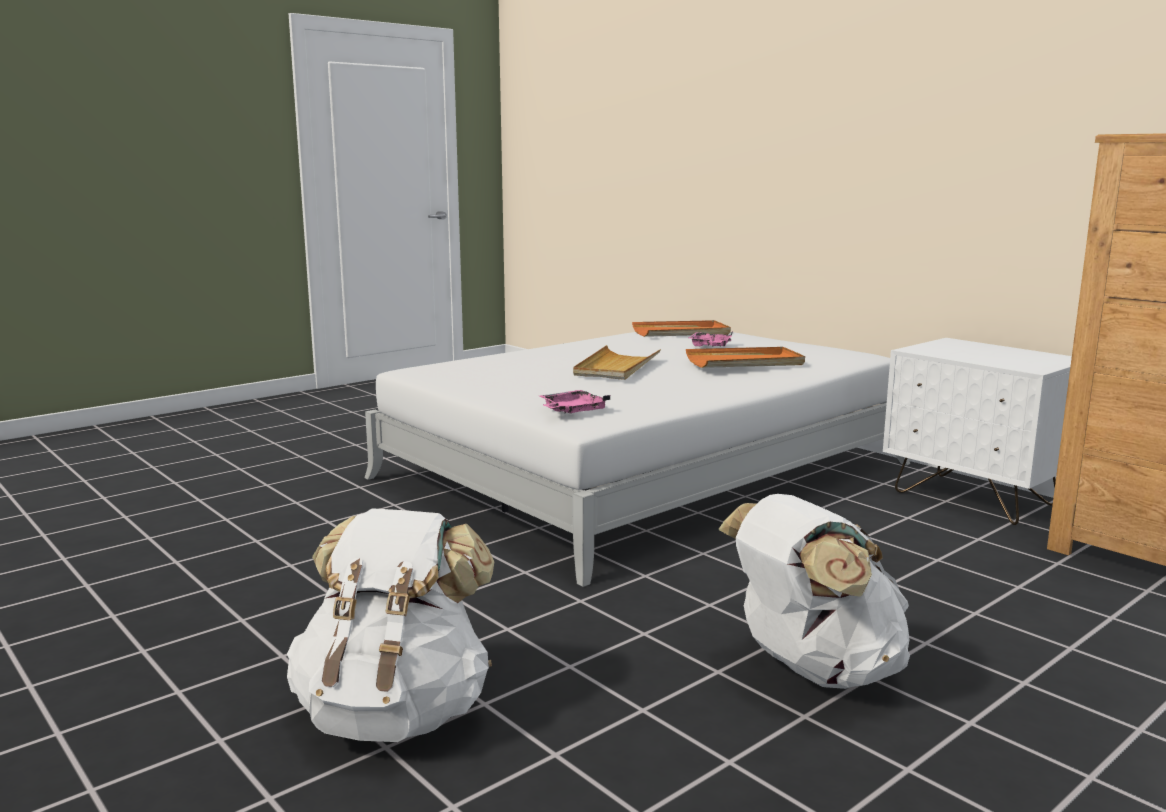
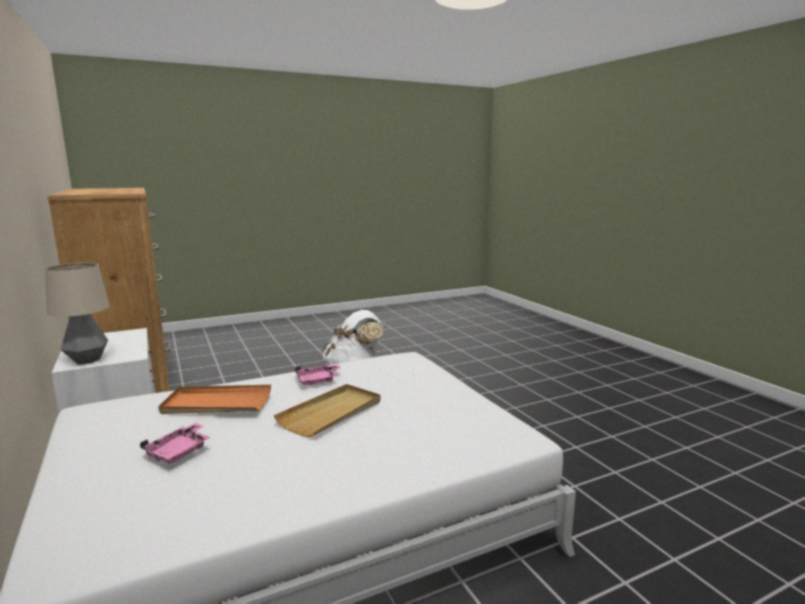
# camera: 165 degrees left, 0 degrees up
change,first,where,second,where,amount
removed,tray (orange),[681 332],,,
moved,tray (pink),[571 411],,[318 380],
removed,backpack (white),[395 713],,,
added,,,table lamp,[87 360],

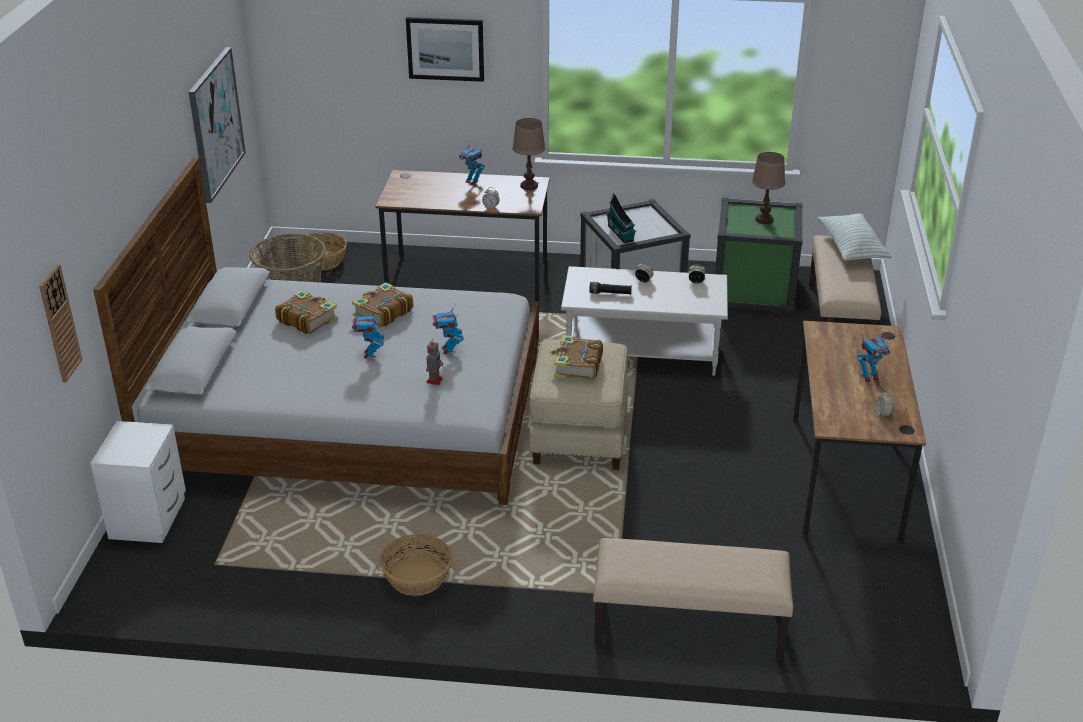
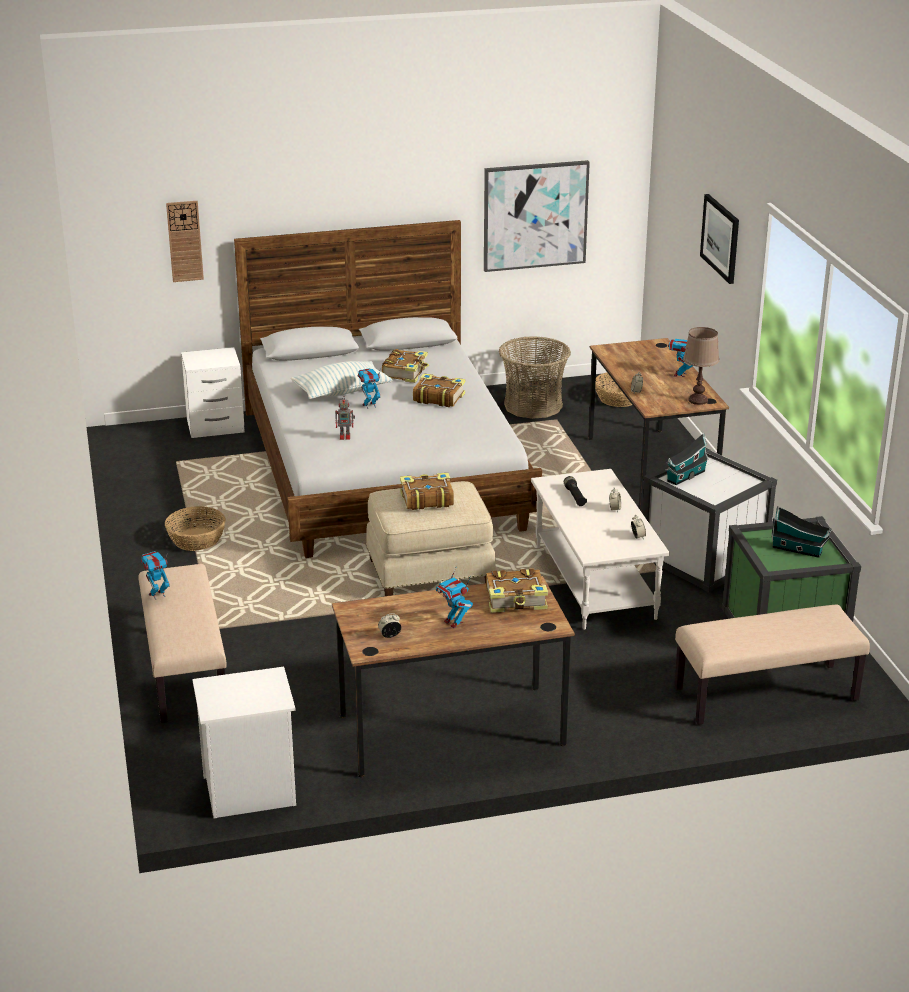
# camera: 70 degrees right, 5 degrees down
change,first,where,second,where,amount
replaced,table lamp (brown),[764 220],toy house,[799 550],
moved,pillow,[851 248],,[341 391],
moved,toy robot,[448 350],,[157 595],
added,,,book,[516 600],
added,,,nightstand (white),[249 792],

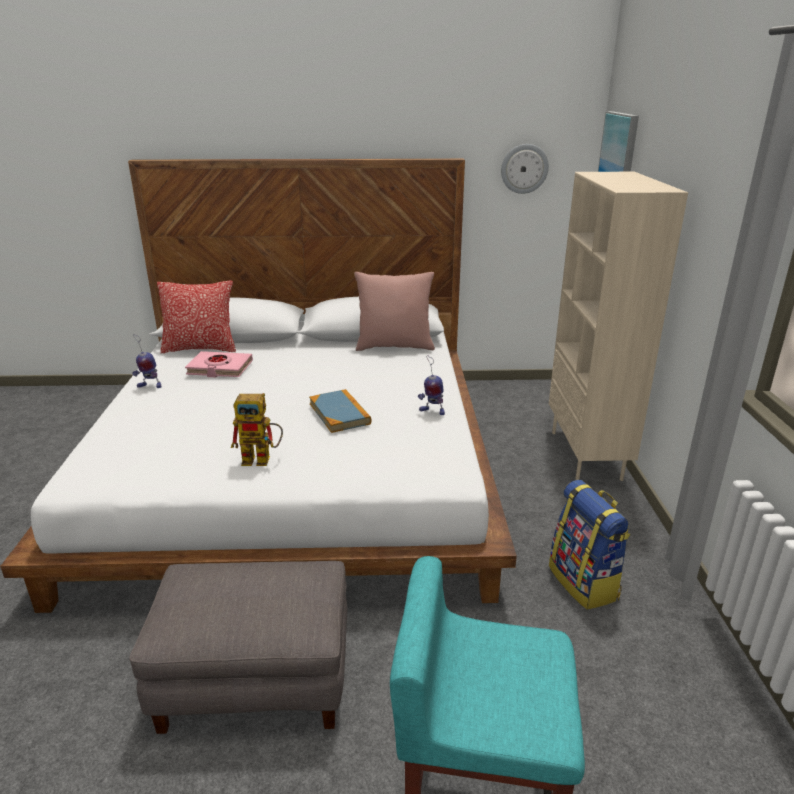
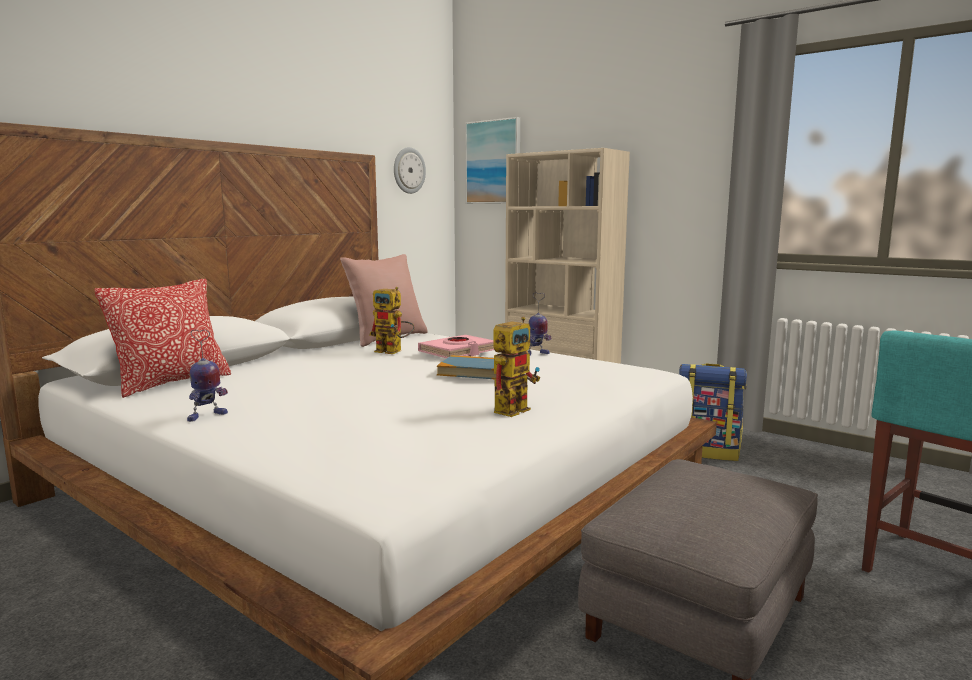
# camera: 50 degrees left, 15 degrees down
change,first,where,second,where,amount
moved,book (pink),[220 368],,[458 352],
added,,,toy robot,[394 351],

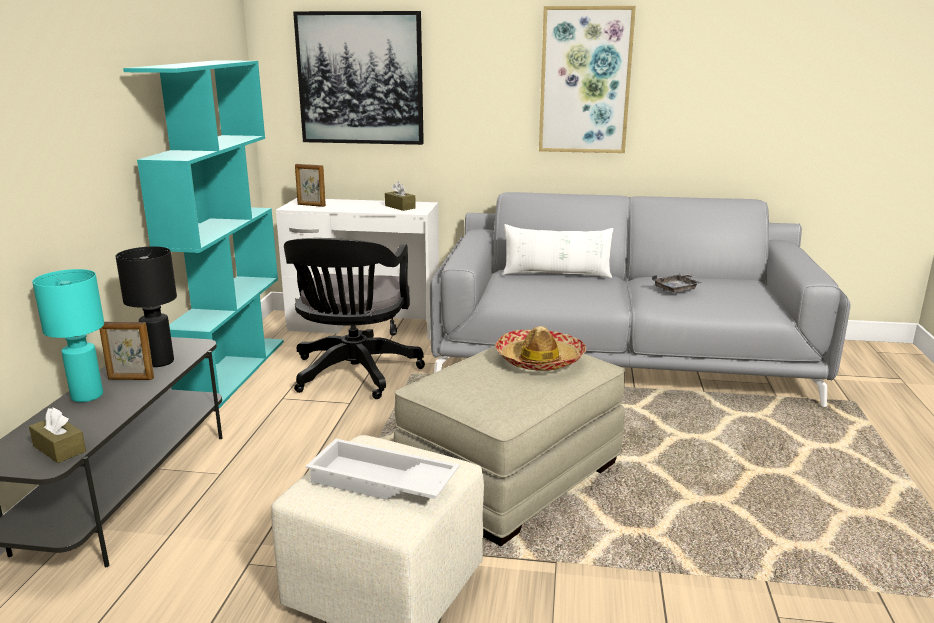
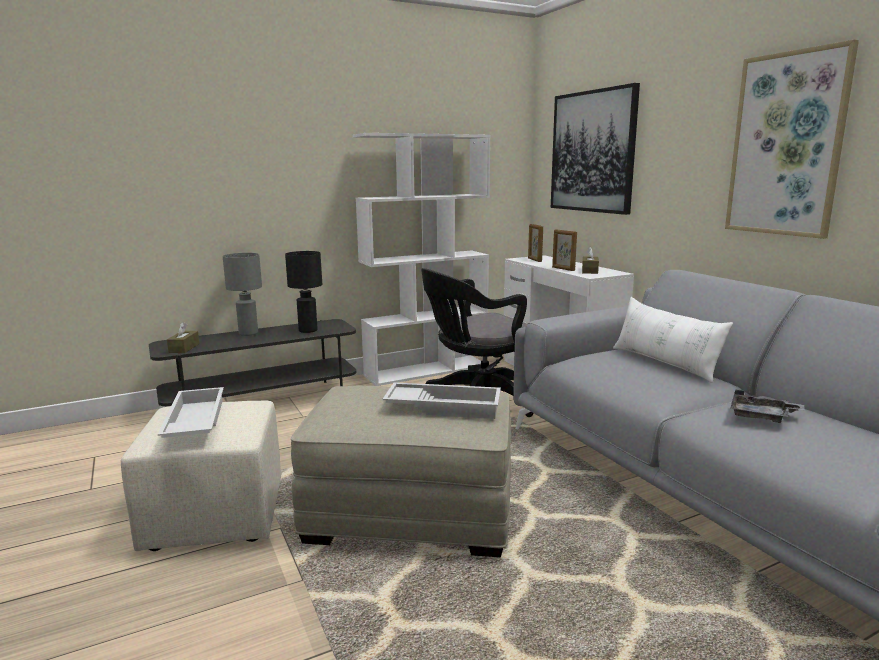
# camera: 55 degrees right, 5 degrees down
change,first,where,second,where,amount
recoloured,bookcase (turquoise),[233 370],bookcase (white),[427 370],
recoloured,table lamp (turquoise),[88 396],table lamp (grey),[248 333],
moved,picture frame,[131 379],,[563 269],
replaced,hat,[540 360],tray (white),[444 406],

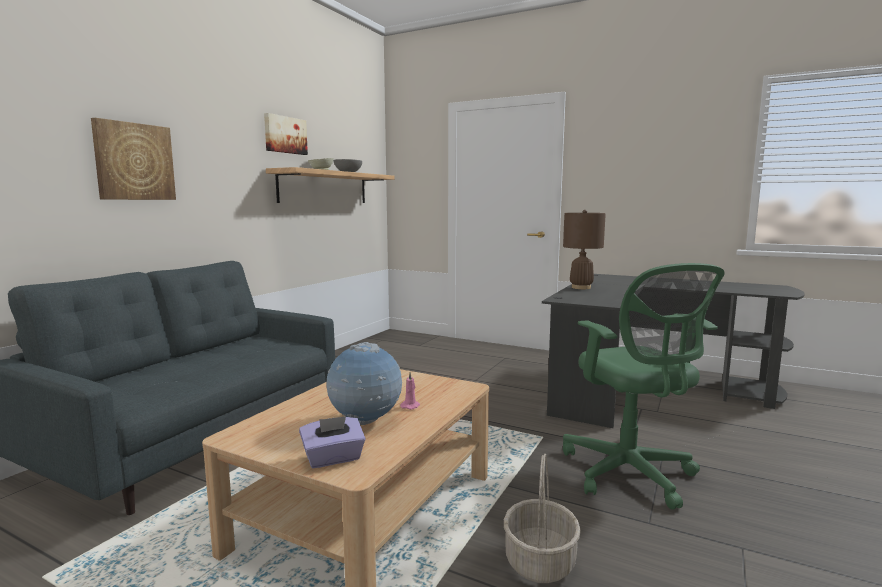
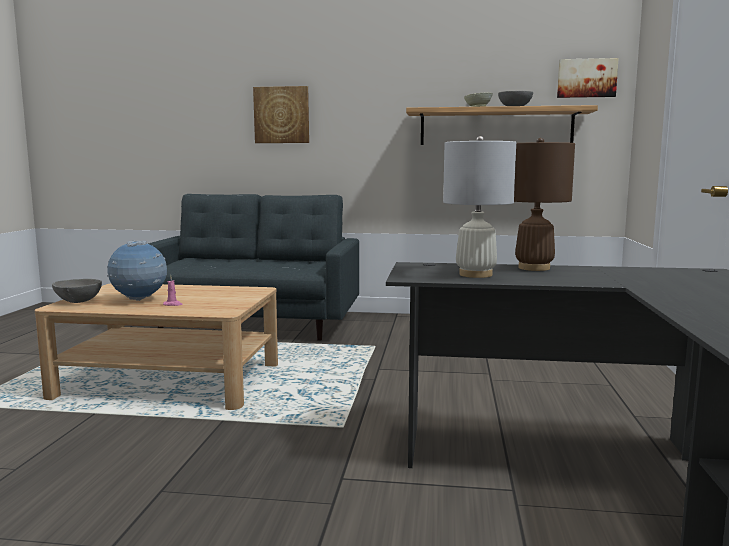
# camera: 70 degrees right, 0 degrees up
change,first,where,second,where,amount
moved,picture,[285 135],,[586 78],
removed,office chair (green),[631 474],,,
replaced,tissue box (purple),[333 458],bowl (grey),[79 302],
removed,basket,[540 562],,,
added,,,table lamp (white),[475 274],

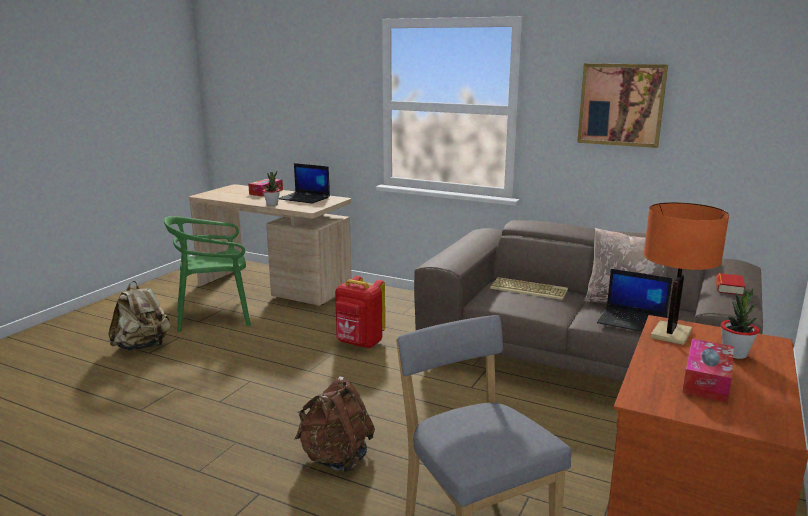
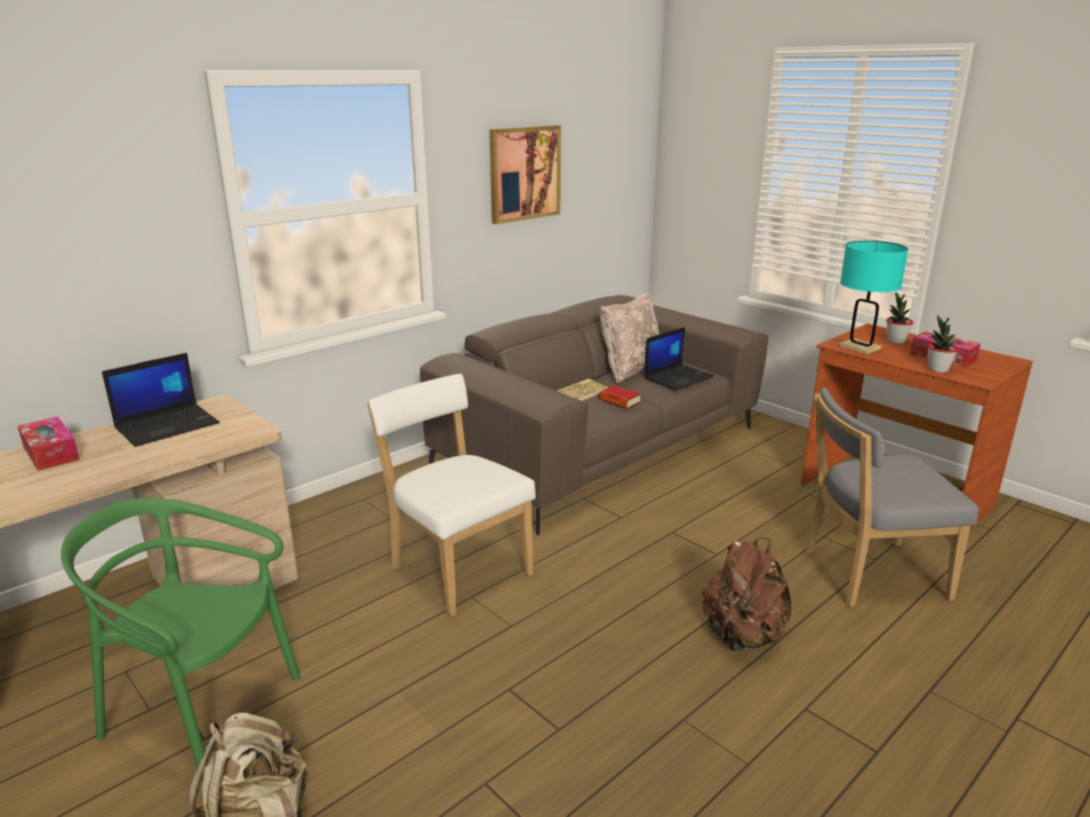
# camera: 70 degrees left, 5 degrees up
change,first,where,second,where,amount
moved,potted plant,[272 204],,[938 369],
recoloured,table lamp (orange),[671 334],table lamp (turquoise),[860 347],
turned,chair (green),[214 316],,[201 712],105 degrees clockwise
moved,book,[729 288],,[619 401],
replaced,backpack (red),[359 343],chair (white),[457 569],

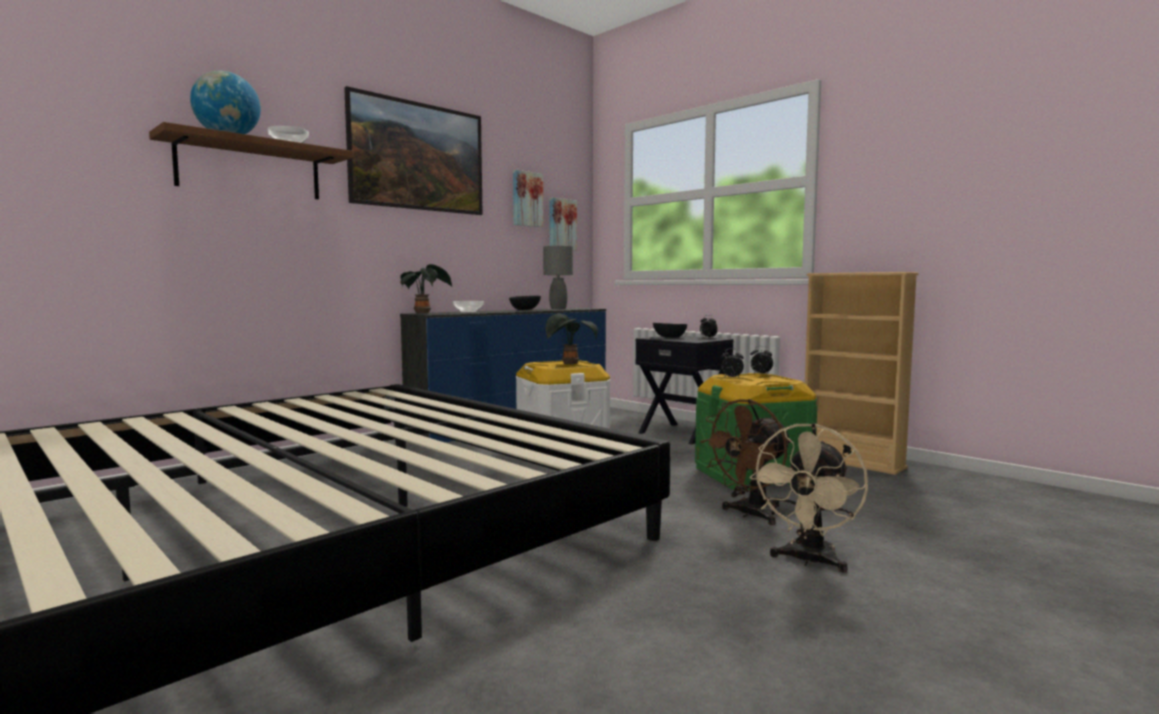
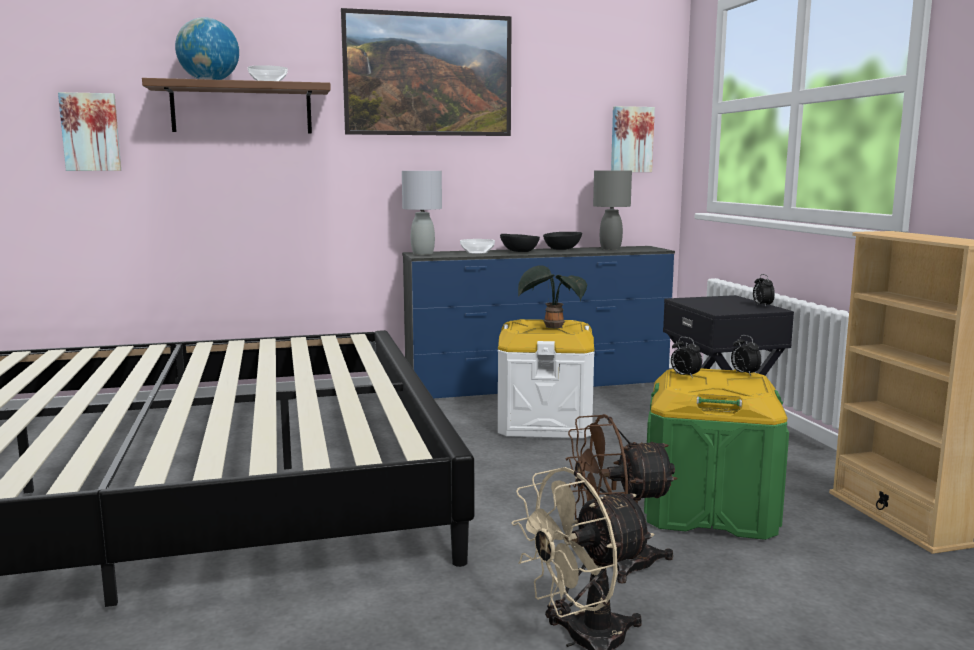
# camera: 30 degrees right, 5 degrees up
change,first,where,second,where,amount
moved,picture,[526 199],,[91 132],
replaced,potted plant,[424 313],table lamp (grey),[422 254],
moved,bowl (black),[669 337],,[519 251],

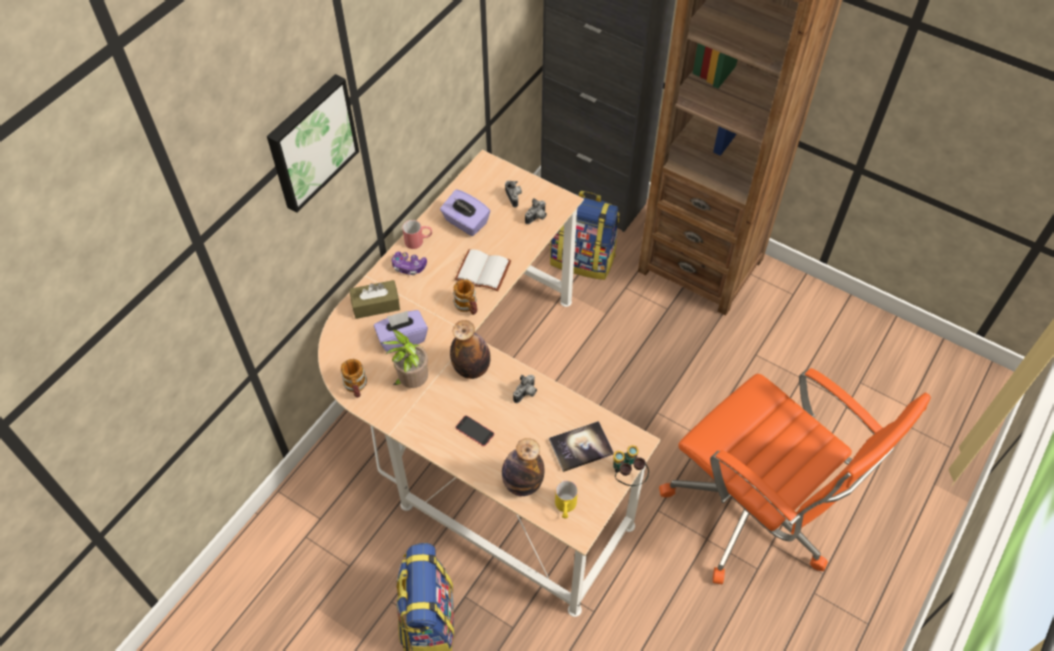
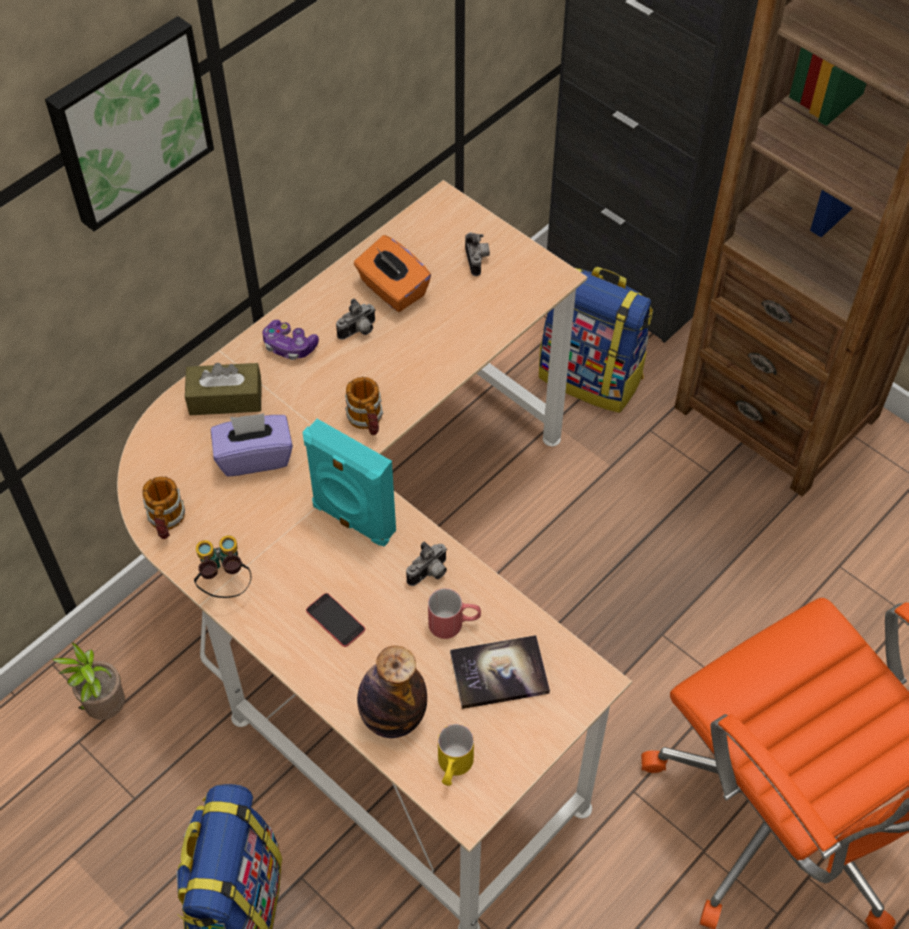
# camera: 10 degrees right, 0 degrees up
change,first,where,second,where,amount
recoloured,tissue box (purple),[465 222],tissue box (orange),[392 290],
moved,photo camera,[537 218],,[359 331],
moved,mug (red),[418 241],,[454 624],
removed,book (white),[484 270],,,
replaced,bottle,[471 368],speaker (turquoise),[352 520],
moved,potted plant,[412 382],,[104 708],
moved,binoculars,[627 476],,[225 585],

